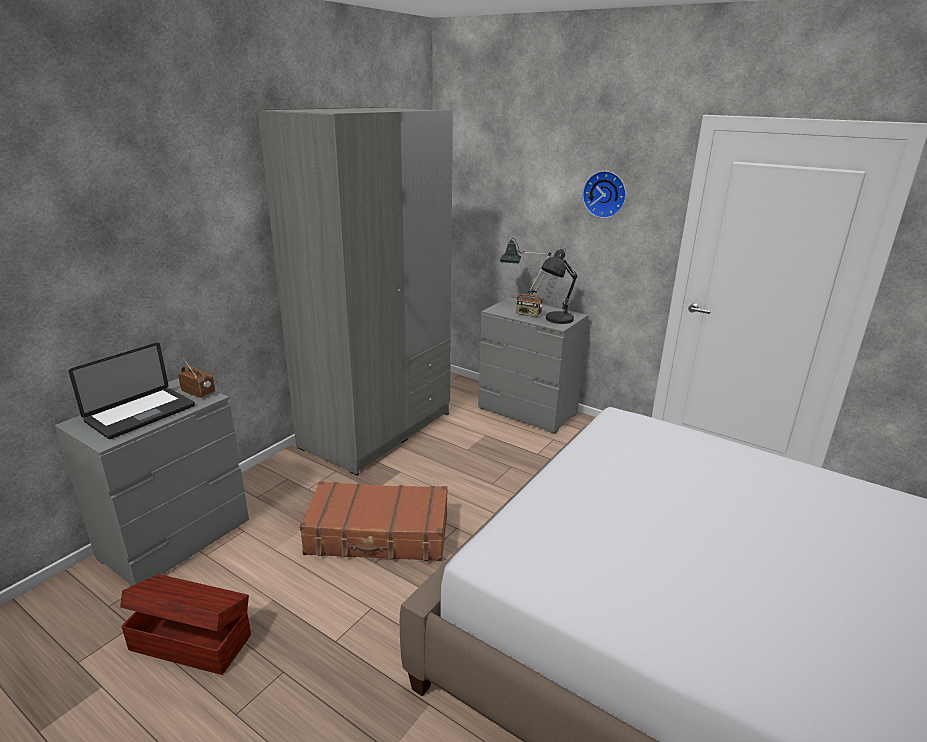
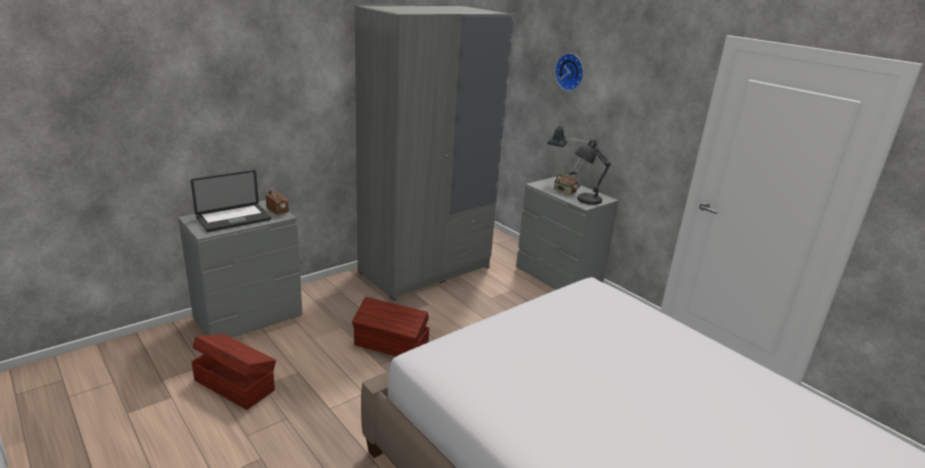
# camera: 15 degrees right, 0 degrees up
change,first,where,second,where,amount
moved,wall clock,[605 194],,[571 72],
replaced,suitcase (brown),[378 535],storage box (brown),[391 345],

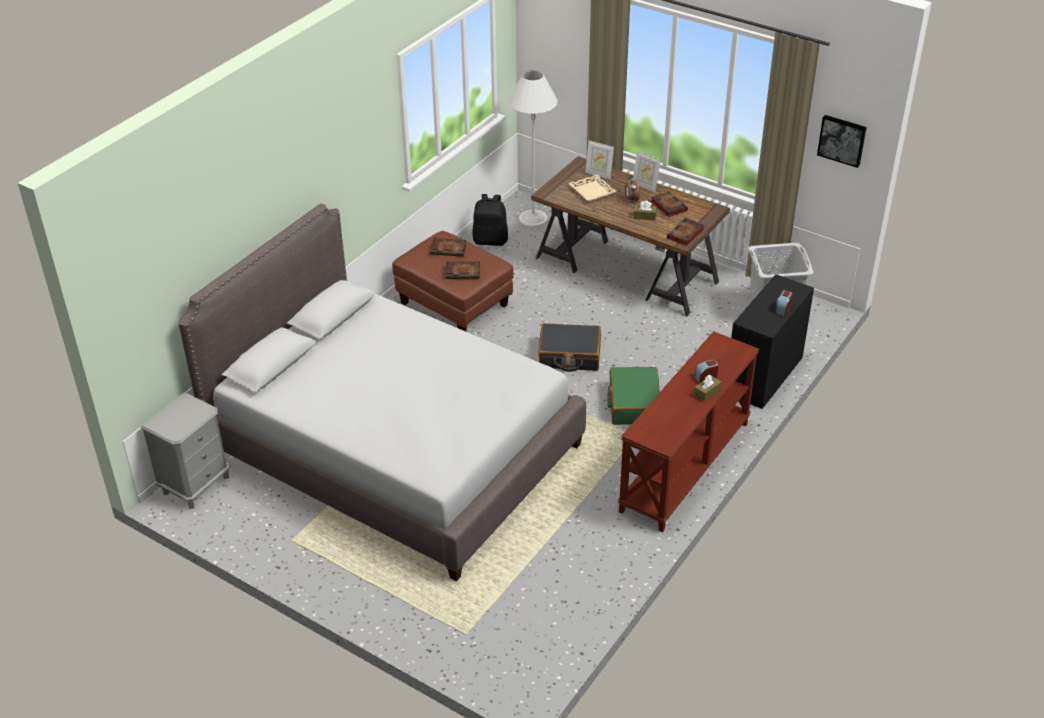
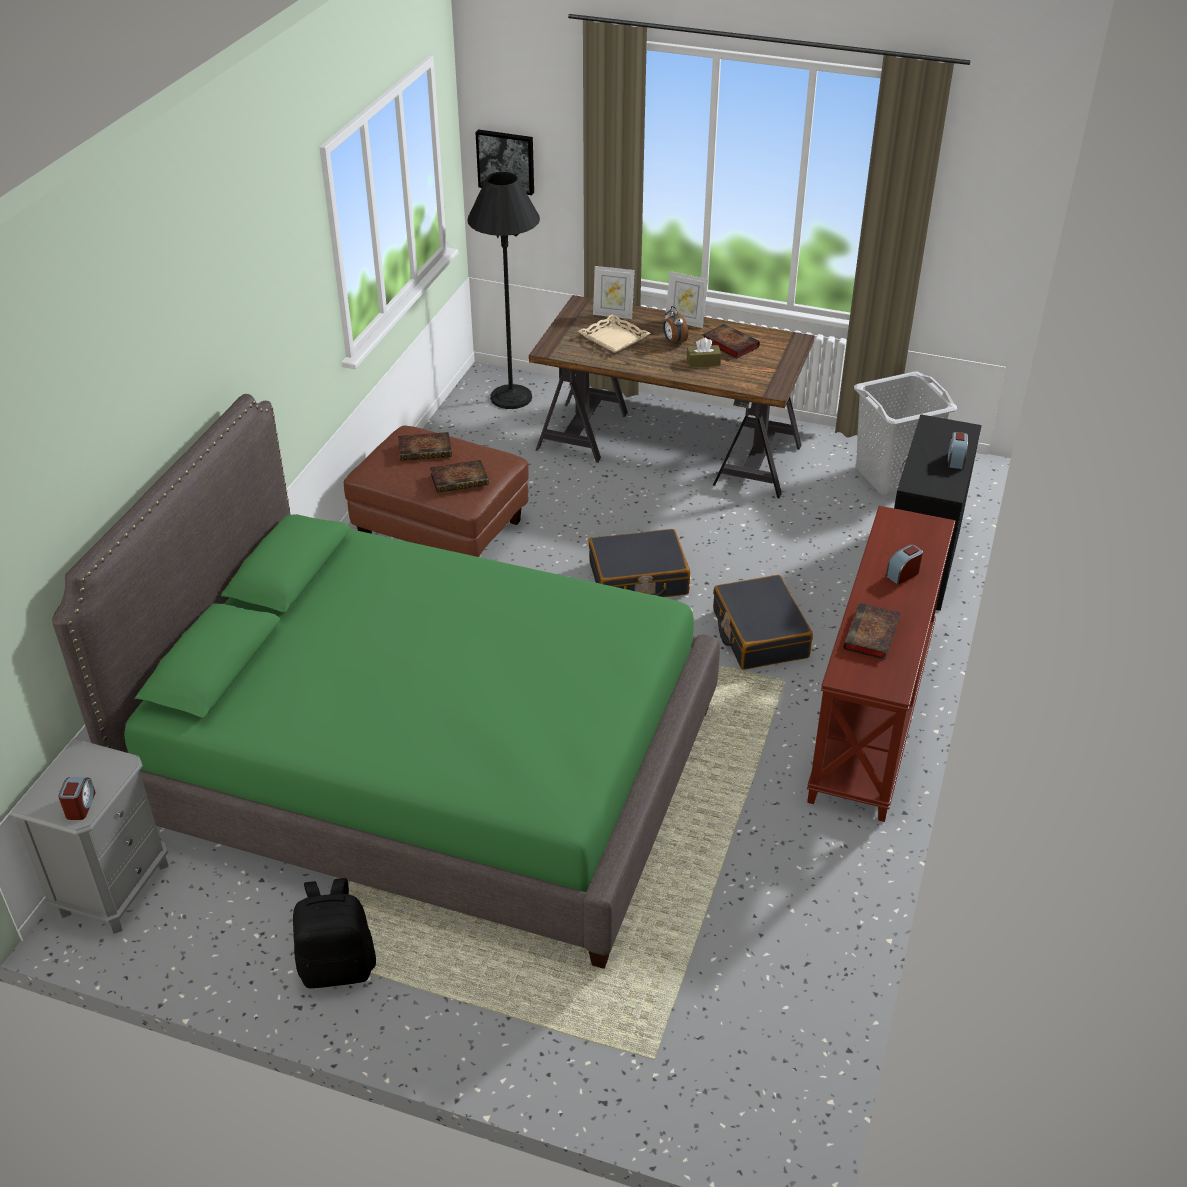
# camera: 15 degrees left, 0 degrees up
change,first,where,second,where,amount
recoloured,floor lamp (white),[533 219],floor lamp (black),[511 397],
moved,picture,[842 140],,[506 161],
moved,backpack (black),[490 240],,[338 966],
recoloured,bed (grey),[395 449],bed (green),[429 767],
moved,book,[685 234],,[871 636],
recoloured,suitcase (green),[633 404],suitcase (black),[759 634],
removed,tissue box (brown),[707 392],,,
added,,,alarm clock,[80 806],

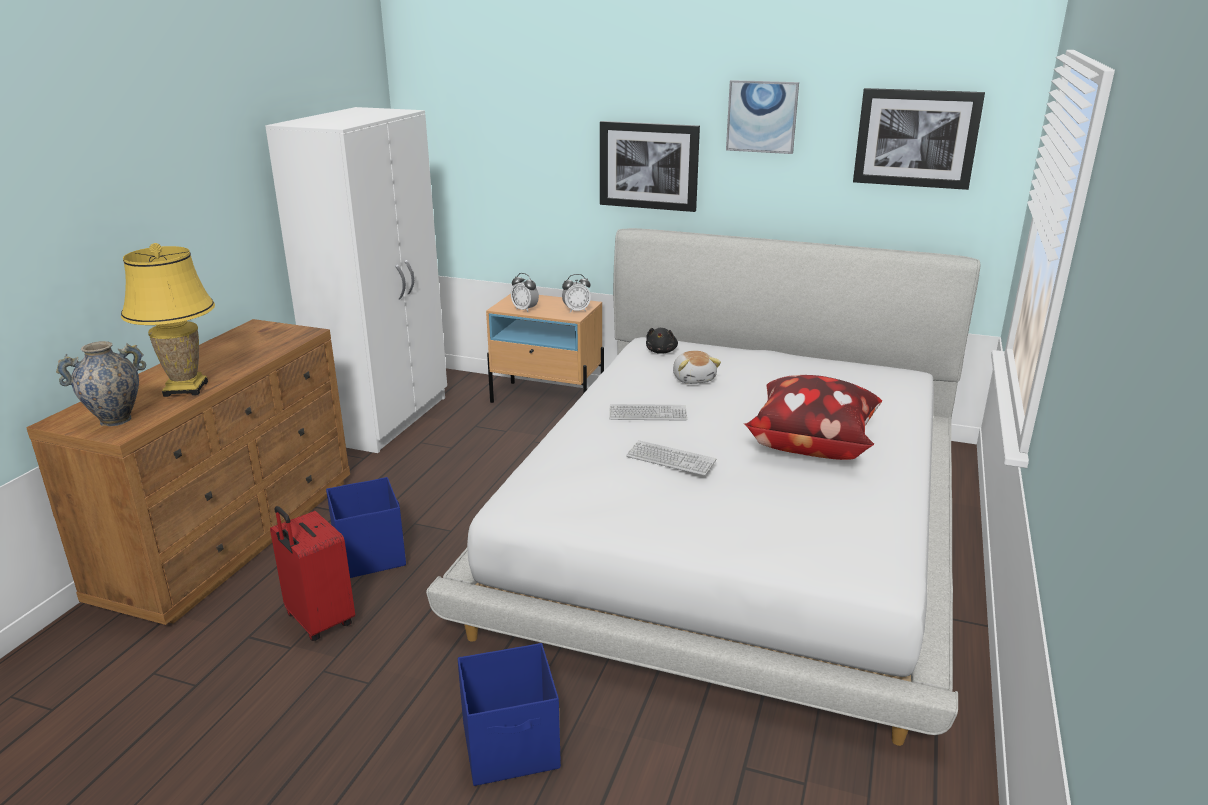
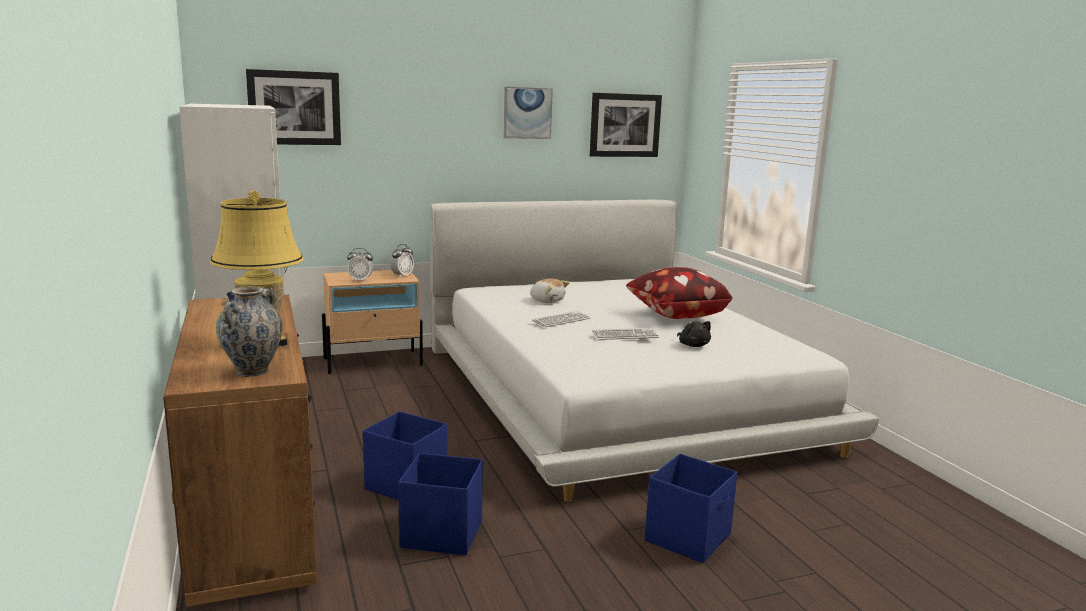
# camera: 40 degrees left, 10 degrees down
change,first,where,second,where,amount
moved,picture,[648 166],,[294 108],
moved,plush toy (black),[661 351],,[693 345],
replaced,suitcase (red),[318 621],storage box (blue),[440 534],

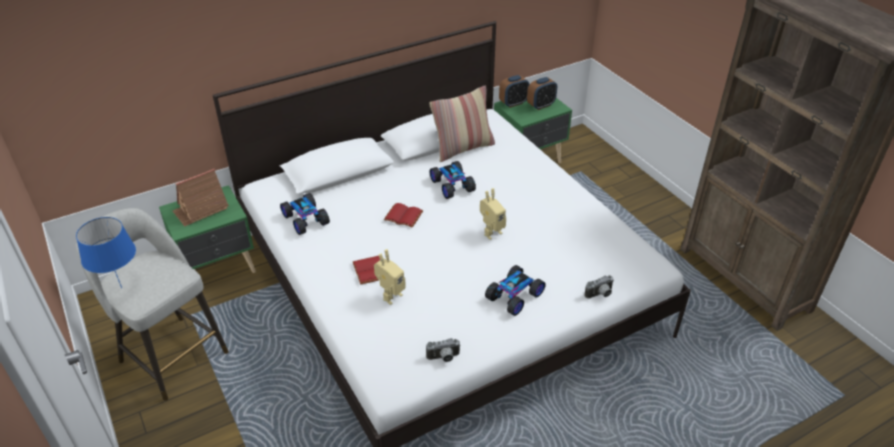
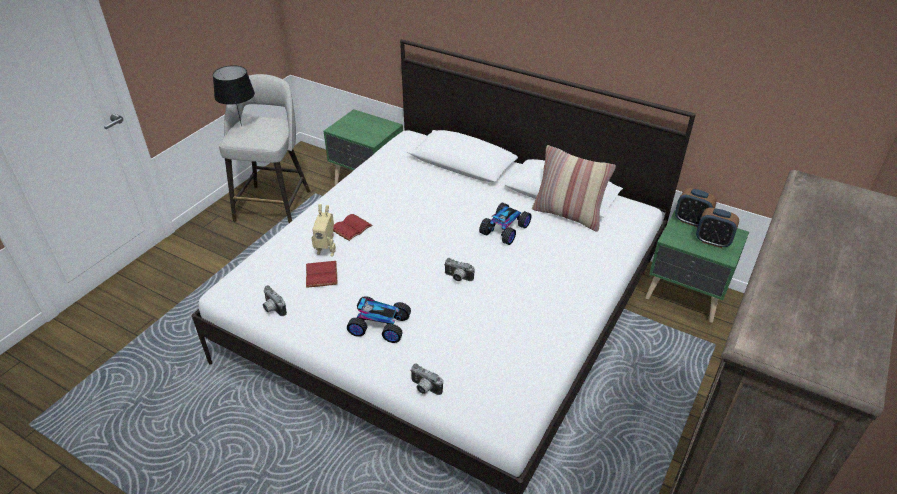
# camera: 60 degrees right, 0 degrees up
change,first,where,second,where,amount
removed,toy house,[201 209],,,
replaced,toy robot,[491 232],photo camera,[457 278],
removed,toy car,[306 219],,,
moved,book (red),[404 216],,[322 275],
recoloured,table lamp (blue),[121 287],table lamp (black),[241 125],

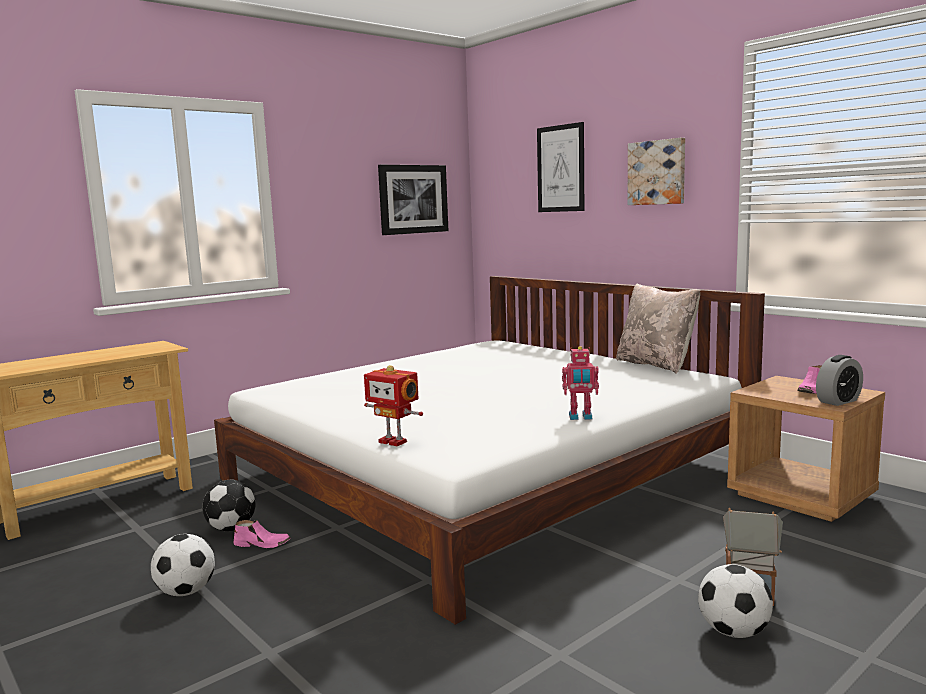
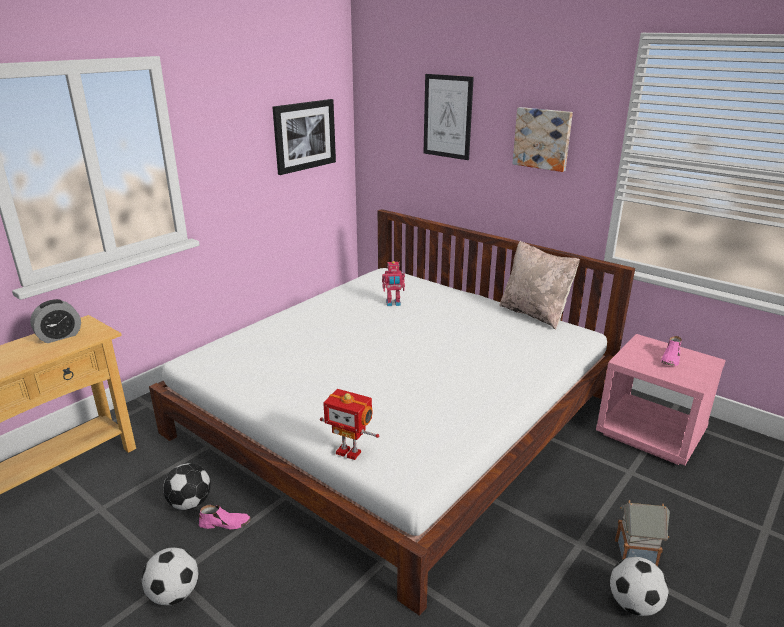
# camera: 10 degrees left, 15 degrees up
change,first,where,second,where,amount
moved,toy robot,[580 417],,[393 304],
moved,alarm clock,[838 401],,[60 336],
recoloured,nightstand (brown),[802 496],nightstand (pink),[651 434],

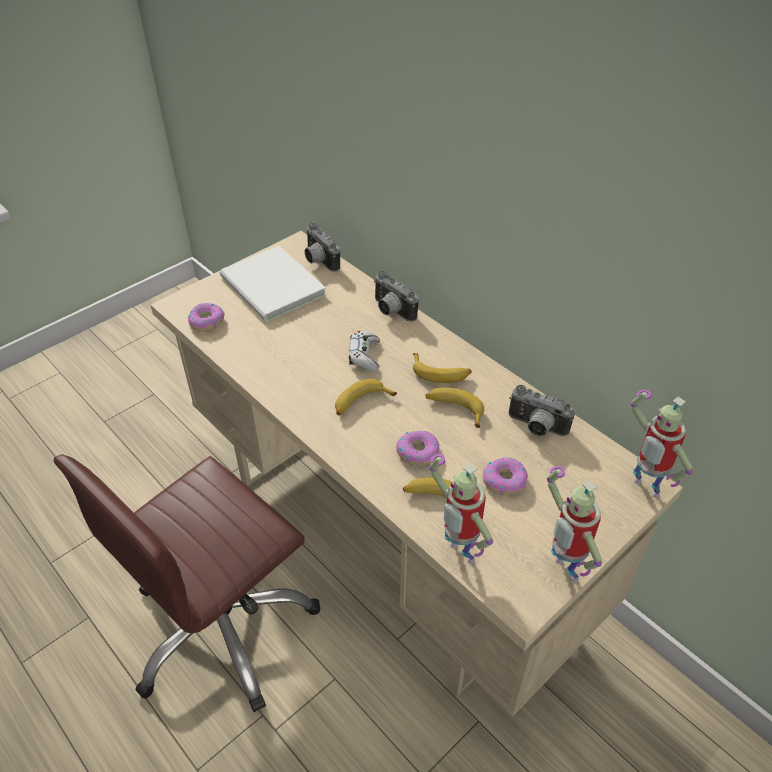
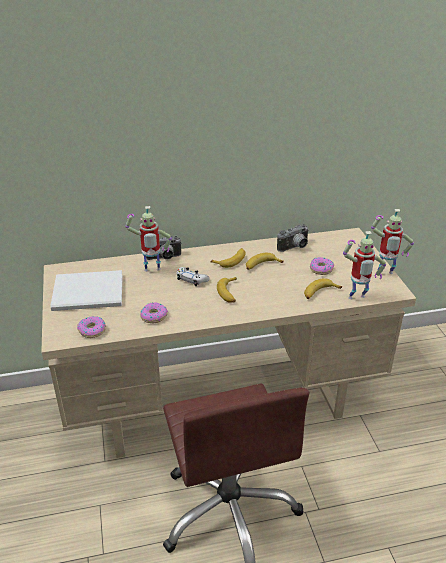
# camera: 60 degrees left, 10 degrees down
change,first,where,second,where,amount
removed,photo camera,[318 261],,,
moved,toy robot,[642 490],,[152 271],
moved,donut,[417 452],,[153 316],

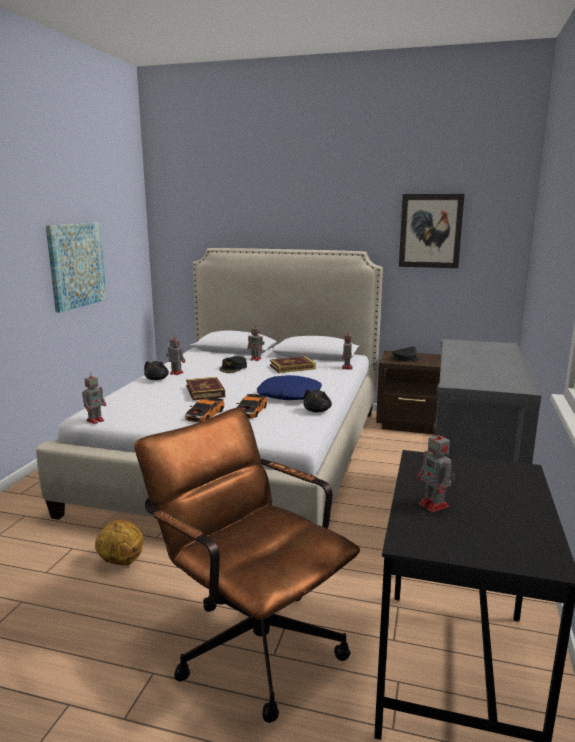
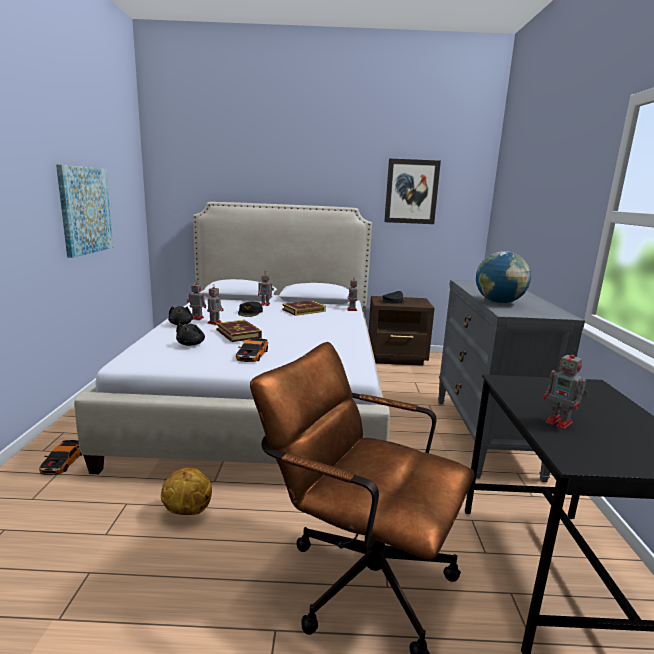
# camera: 15 degrees left, 0 degrees up
change,first,where,second,where,amount
moved,toy robot,[96 420],,[215 323],
removed,pillow (blue),[289 395],,,
moved,plush toy (black),[317 410],,[191 344],
moved,toy car,[251 411],,[63 462],
added,,,globe,[499 302],

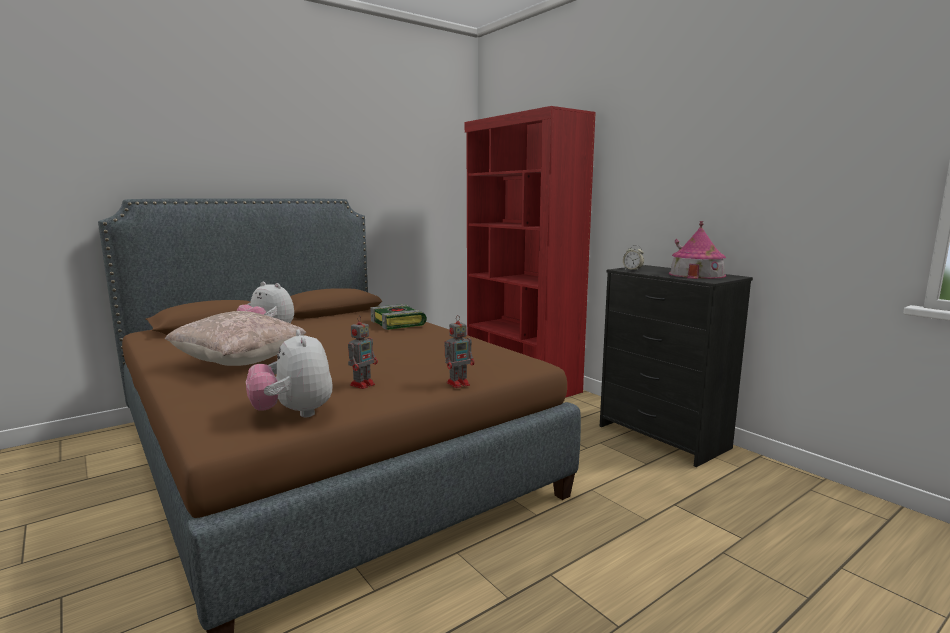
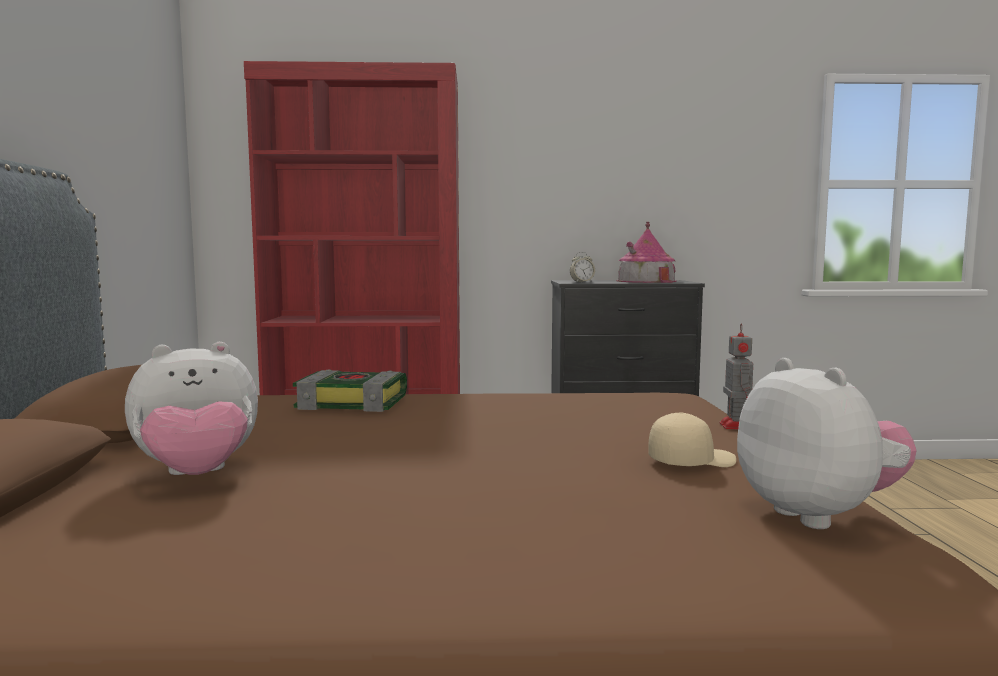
# camera: 55 degrees left, 5 degrees down
change,first,where,second,where,amount
removed,pillow (beige),[239 362],,,
replaced,toy robot,[363 384],cap (beige),[691 461],
turned,plush toy,[293 413],,[818 515],120 degrees counterclockwise

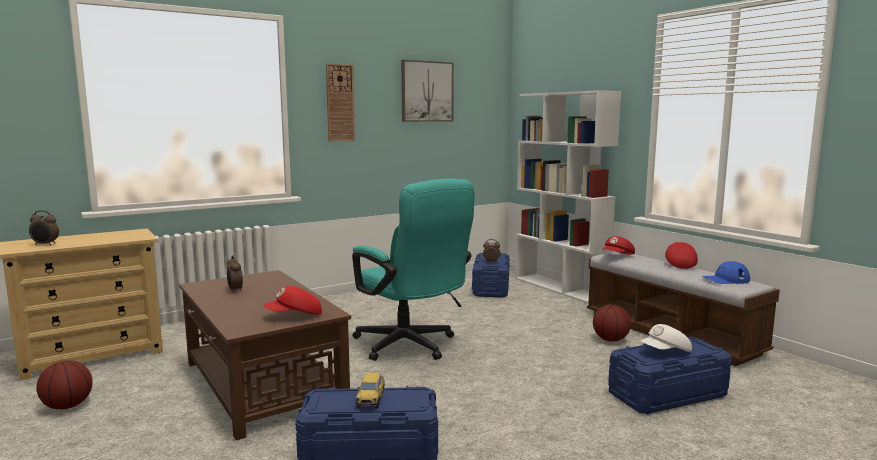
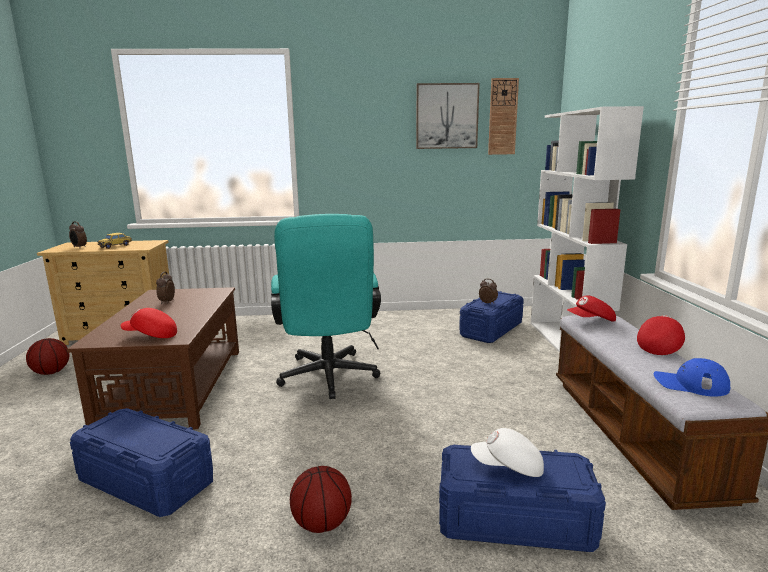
# camera: 30 degrees right, 5 degrees up
change,first,where,second,where,amount
moved,wall clock,[340 103],,[502 117],
moved,basketball,[611 340],,[322 524],
moved,toy car,[371 398],,[115 246],

